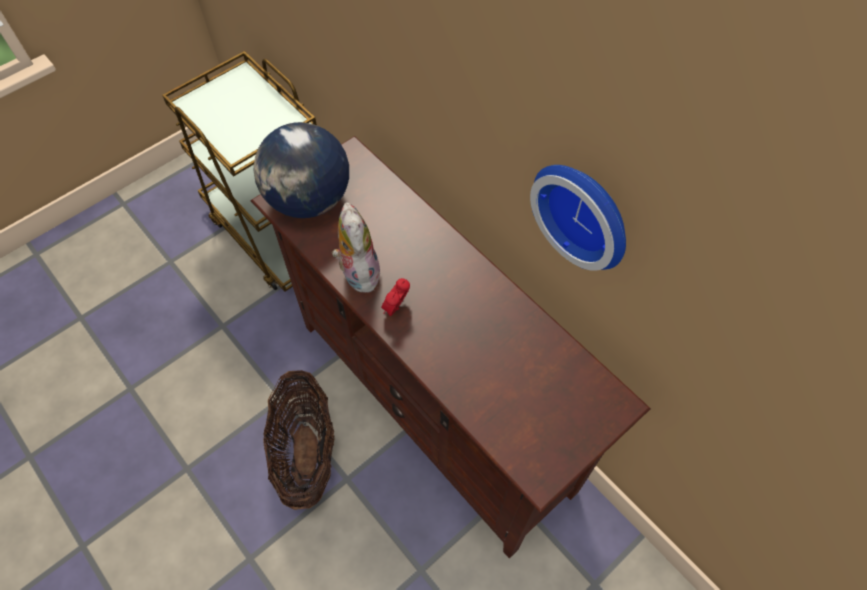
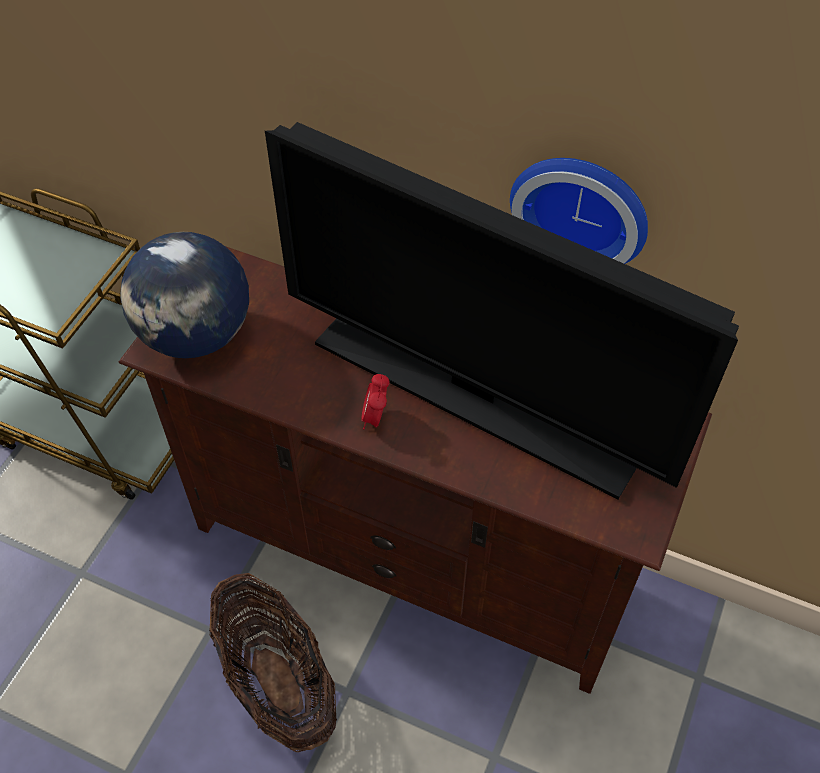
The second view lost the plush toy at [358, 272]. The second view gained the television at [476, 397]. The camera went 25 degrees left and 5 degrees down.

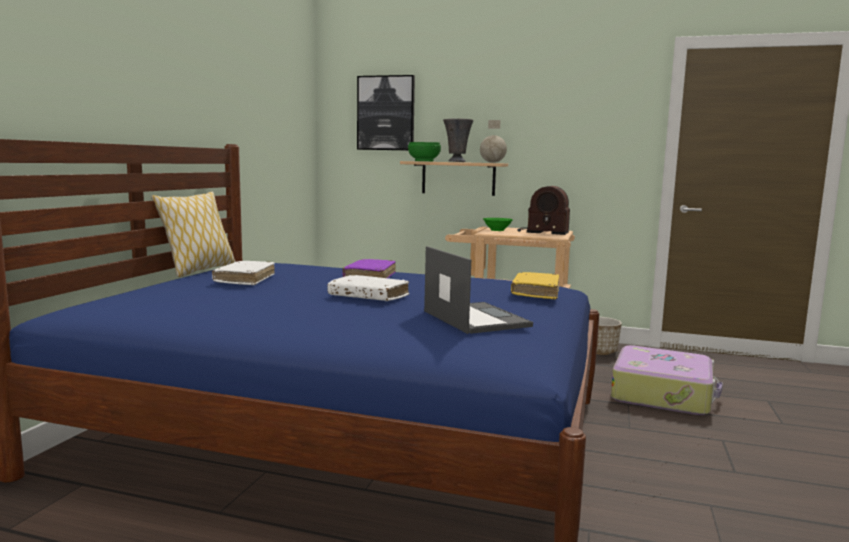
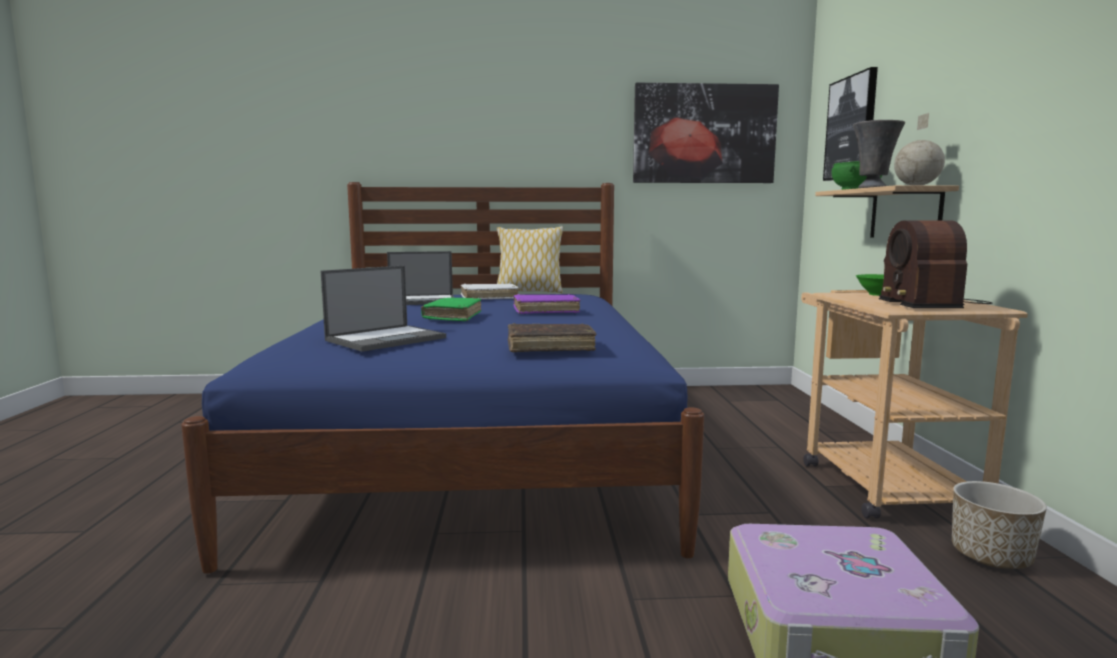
The second view gained the laptop at [422, 301]. The second view gained the picture at [704, 134]. What was the white book at [368, 296] turned into the green book at [453, 317]. What was the yellow book at [535, 292] turned into the brown book at [550, 347]. The camera went 70 degrees right and 0 degrees up.

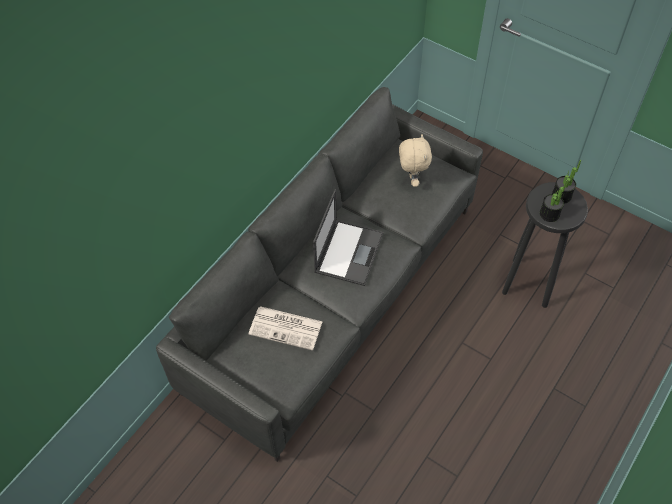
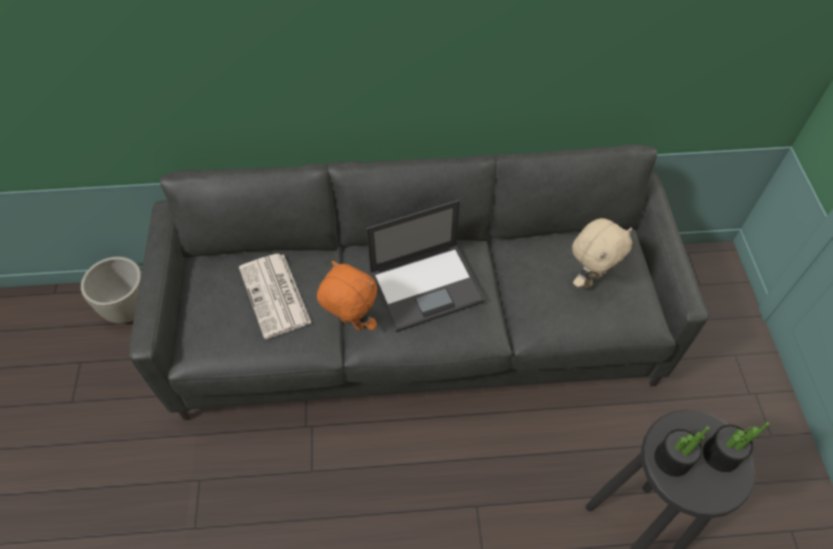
The second view gained the grey planter at [129, 308]. The second view gained the orange plush toy at [351, 324]. The camera went 50 degrees right and 0 degrees up.

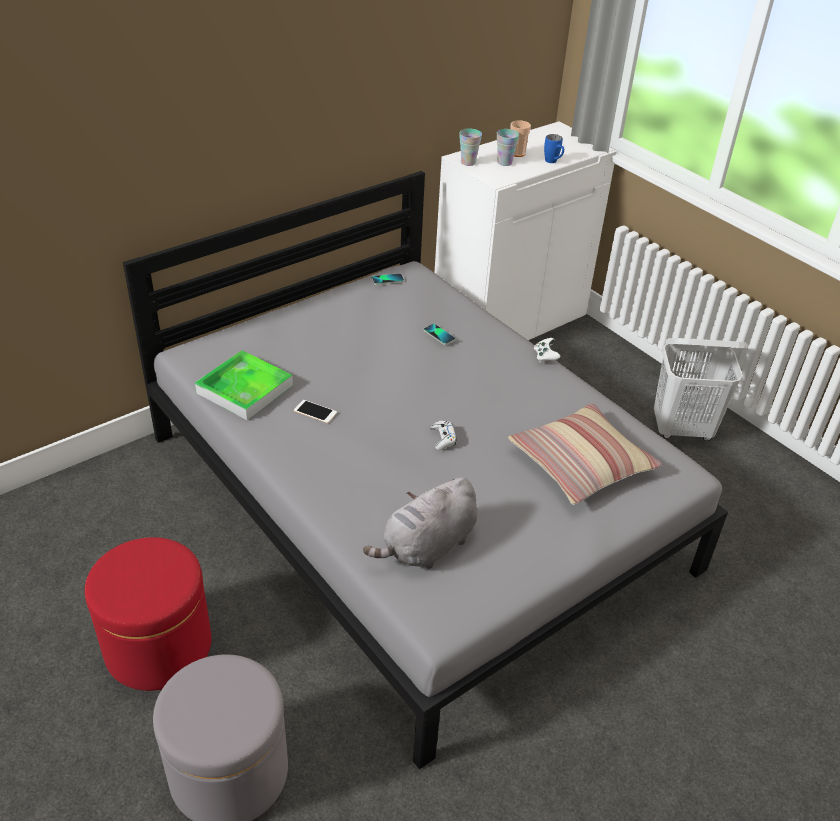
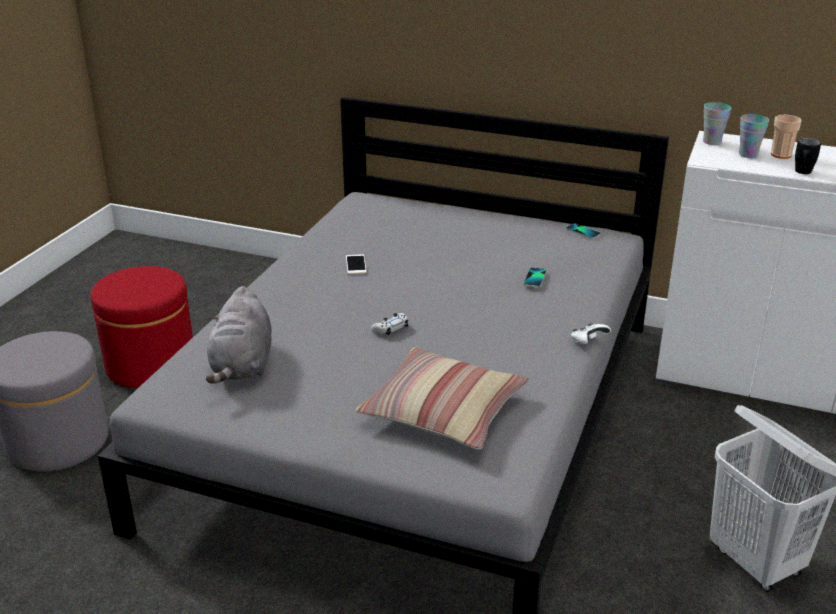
The second view lost the tray at [244, 389]. What was the blue mug at [553, 162] turned into the black mug at [802, 173]. The grey plush toy at [427, 547] ended up facing another way, 105 degrees counterclockwise from before. The camera went 60 degrees right and 10 degrees down.

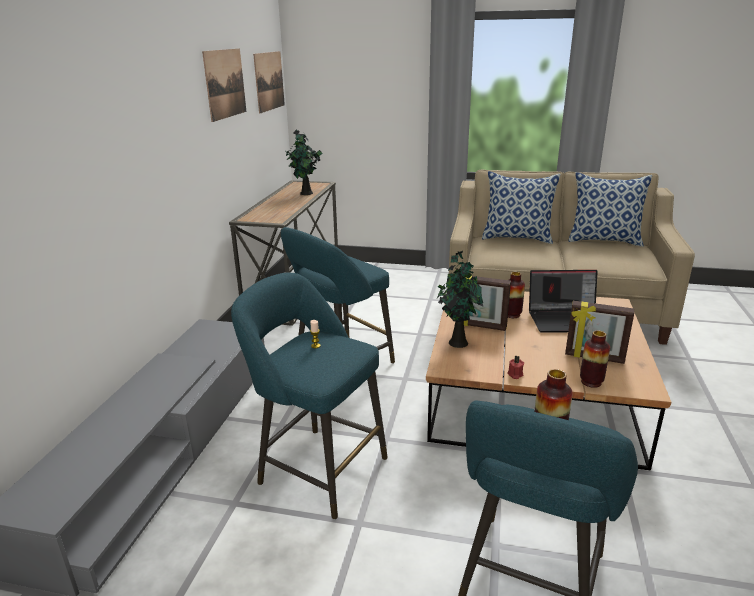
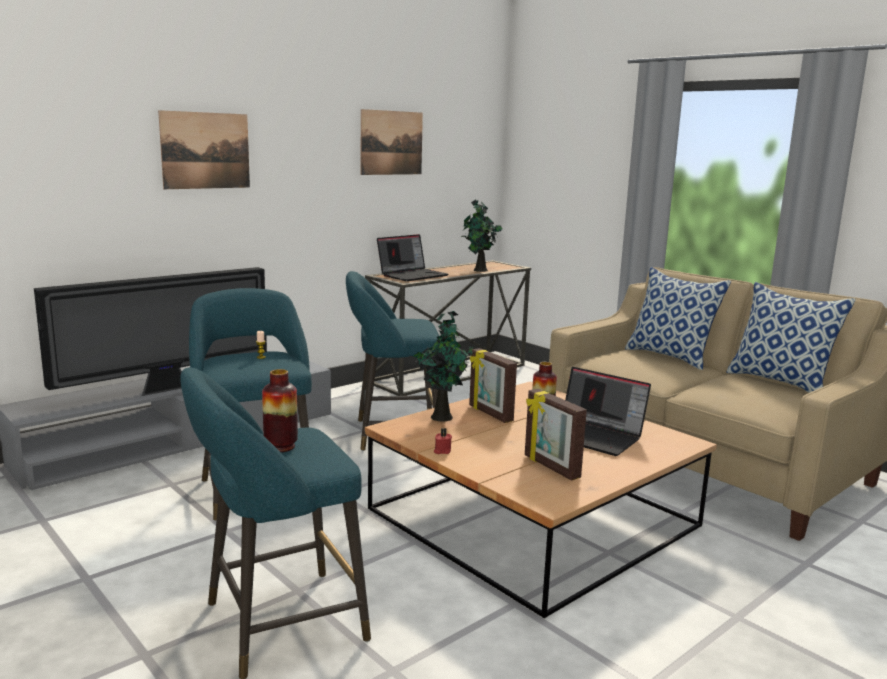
The second view lost the vase at [591, 382]. The second view gained the television at [167, 389]. The second view gained the laptop at [412, 275]. The picture ended up elsewhere, having gone from [269, 81] to [206, 150]. The camera went 35 degrees right and 10 degrees down.

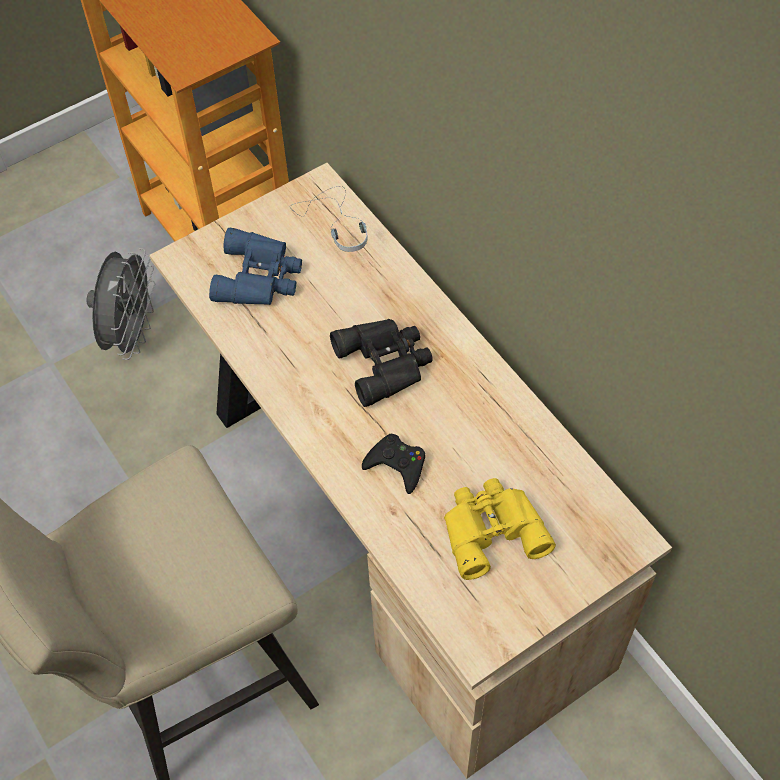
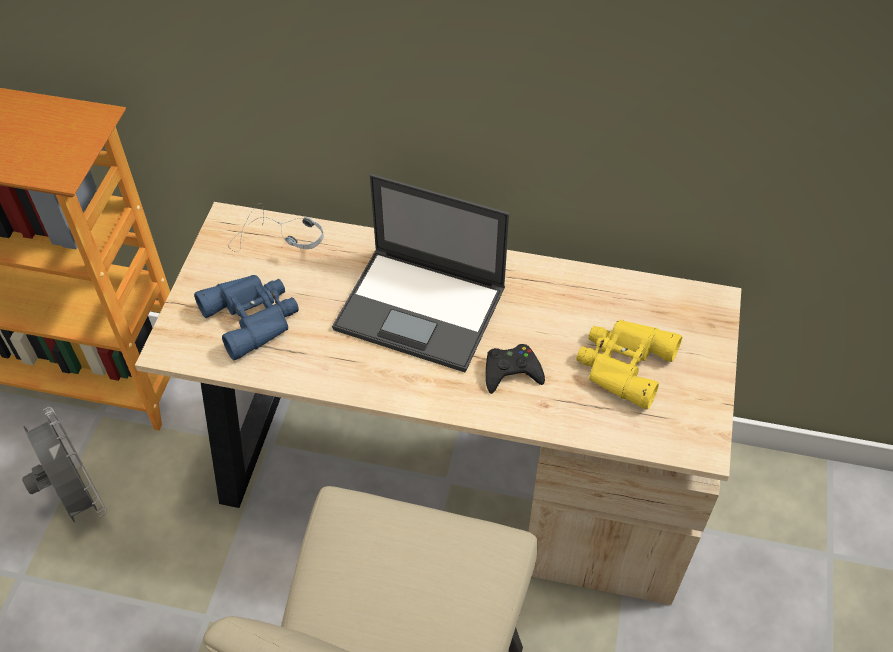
Where the black binoculars stood at [385, 362], the laptop came to stand at [422, 309]. The camera went 45 degrees left and 5 degrees down.

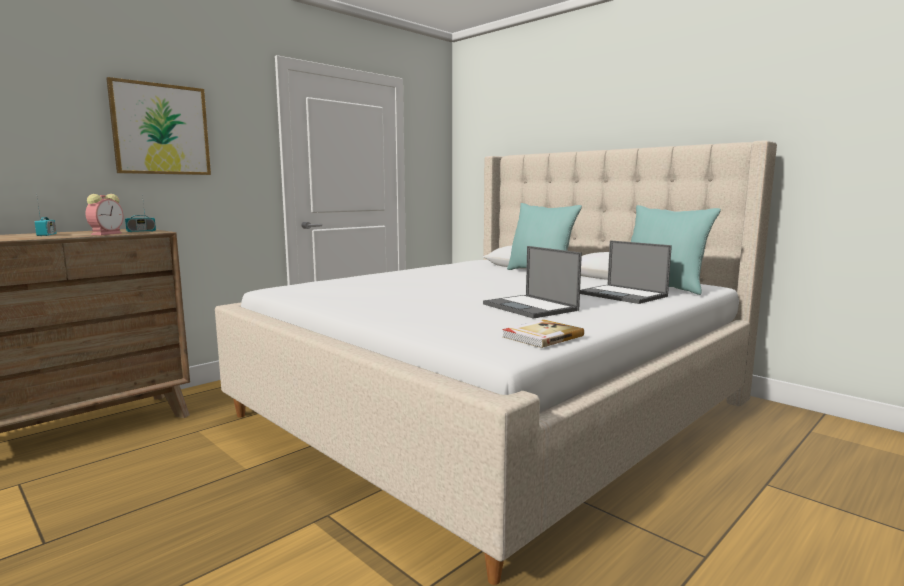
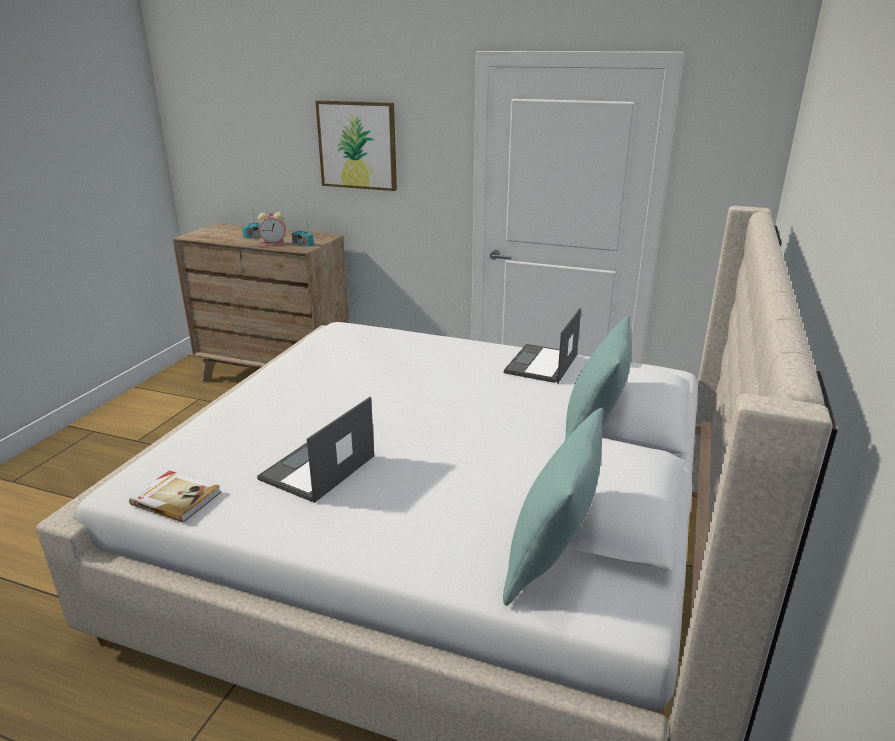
The laptop ended up elsewhere, having gone from [623, 295] to [541, 364]. The camera went 65 degrees right and 15 degrees up.

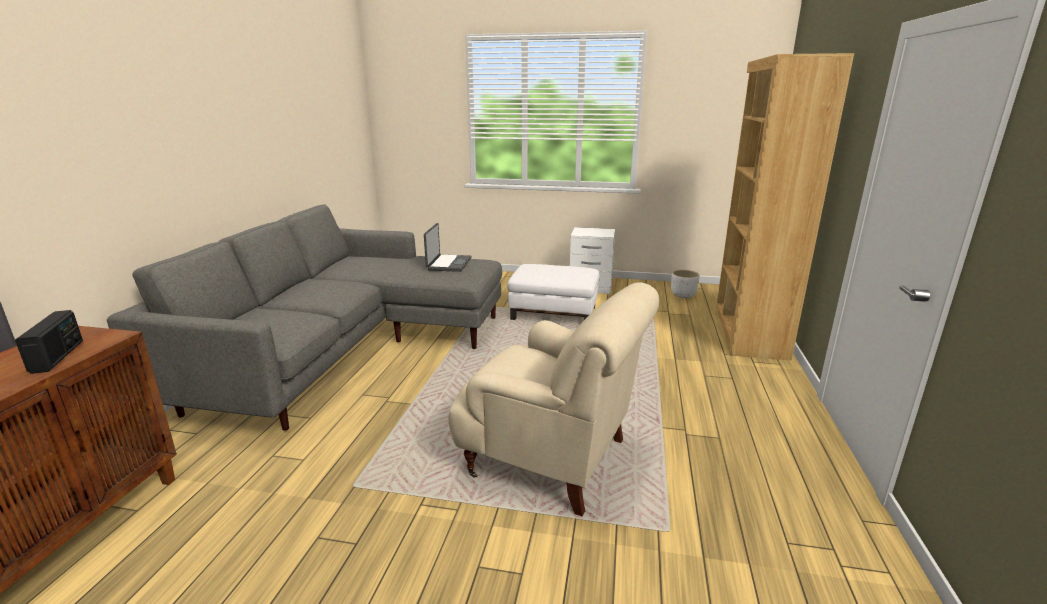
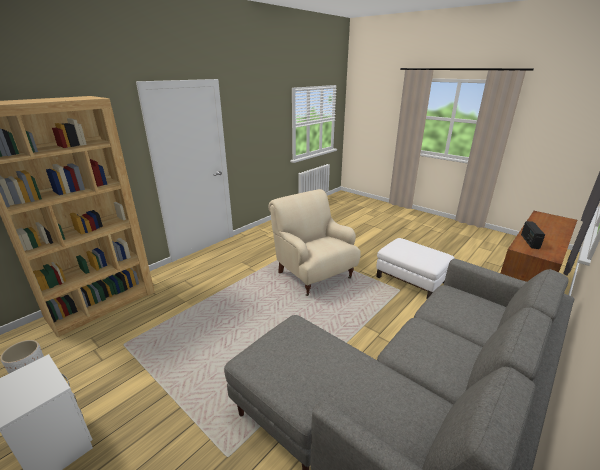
The second view lost the laptop at [448, 264]. The white ottoman ended up elsewhere, having gone from [553, 313] to [411, 279]. The camera went 150 degrees left and 5 degrees up.

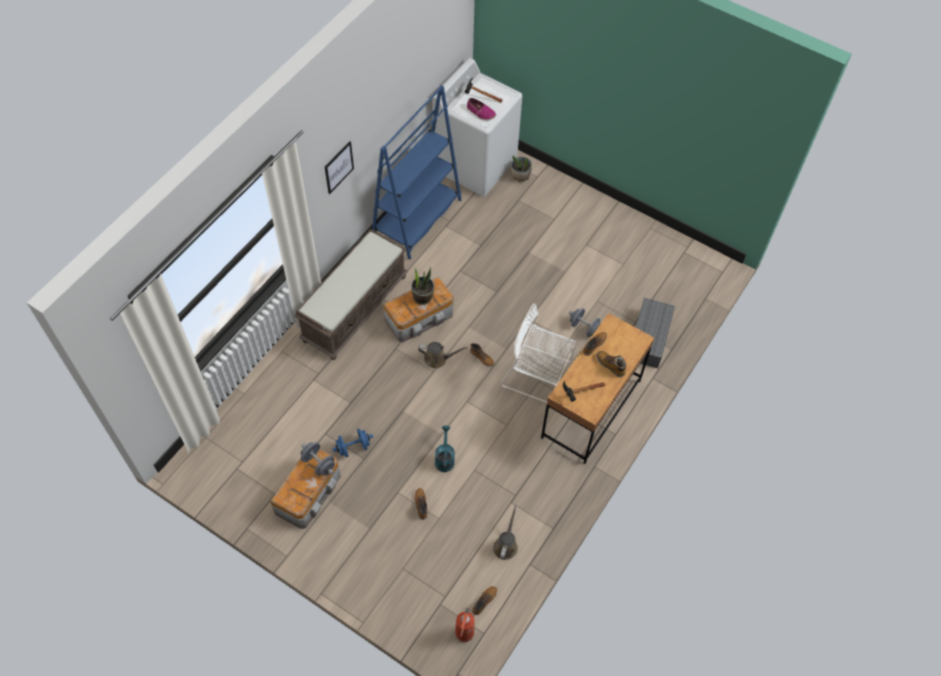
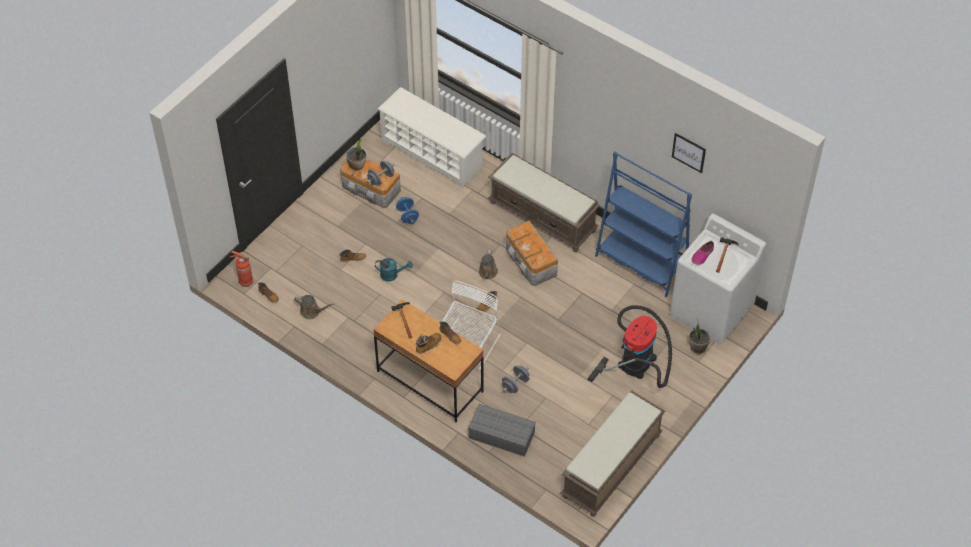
The second view gained the white shoe rack at [432, 154]. The second view gained the brown bench at [611, 467]. The second view gained the vacuum cleaner at [638, 358]. The picture ended up elsewhere, having gone from [339, 167] to [688, 152]. The potted plant ended up elsewhere, having gone from [422, 297] to [357, 165]. The camera went 95 degrees right and 5 degrees down.

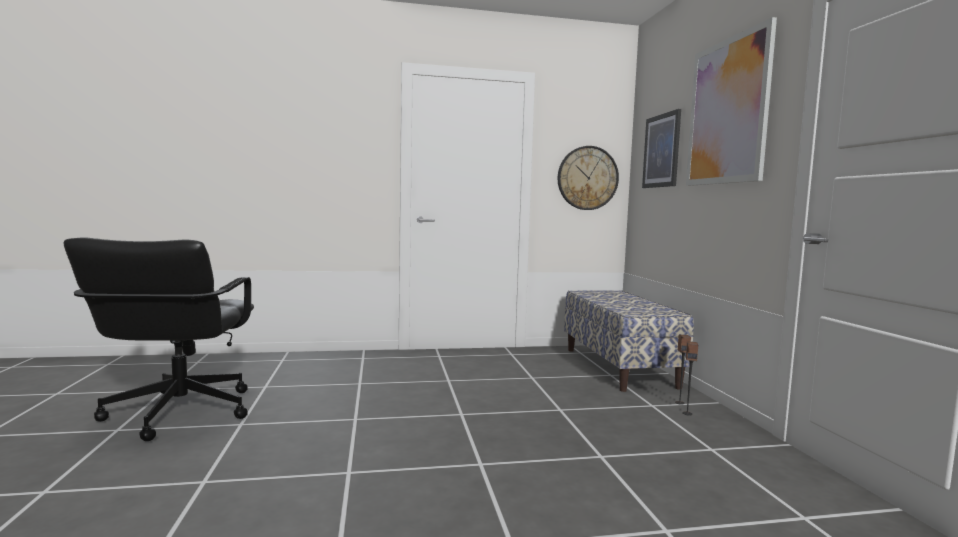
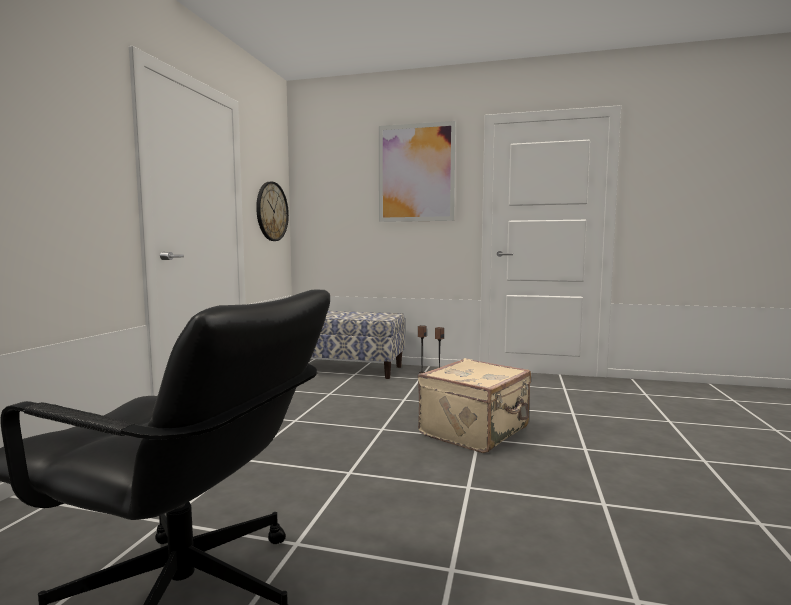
The second view lost the picture at [661, 151]. The second view gained the beige suitcase at [476, 431]. The camera went 65 degrees left and 0 degrees up.

